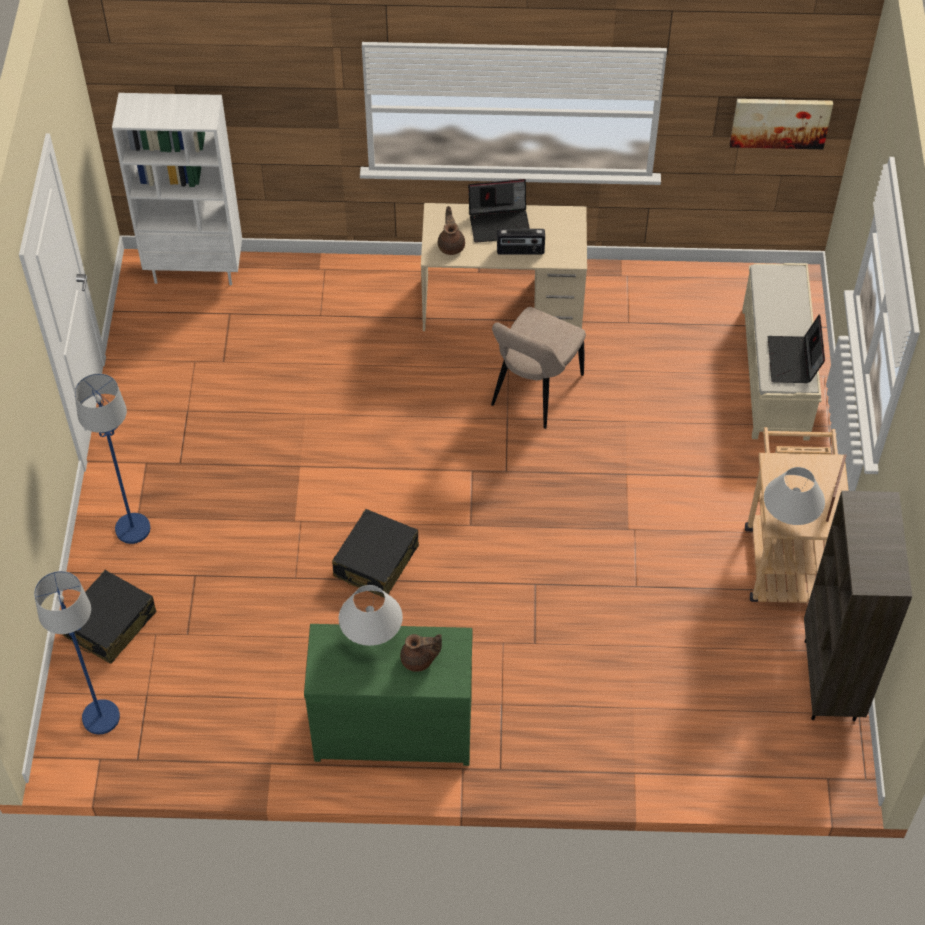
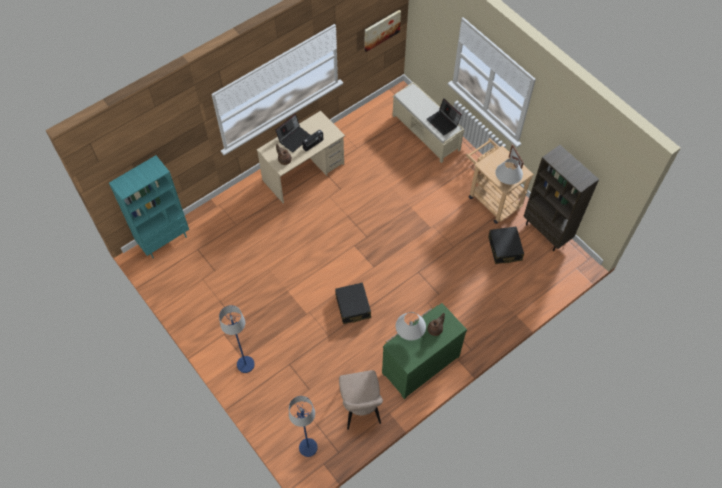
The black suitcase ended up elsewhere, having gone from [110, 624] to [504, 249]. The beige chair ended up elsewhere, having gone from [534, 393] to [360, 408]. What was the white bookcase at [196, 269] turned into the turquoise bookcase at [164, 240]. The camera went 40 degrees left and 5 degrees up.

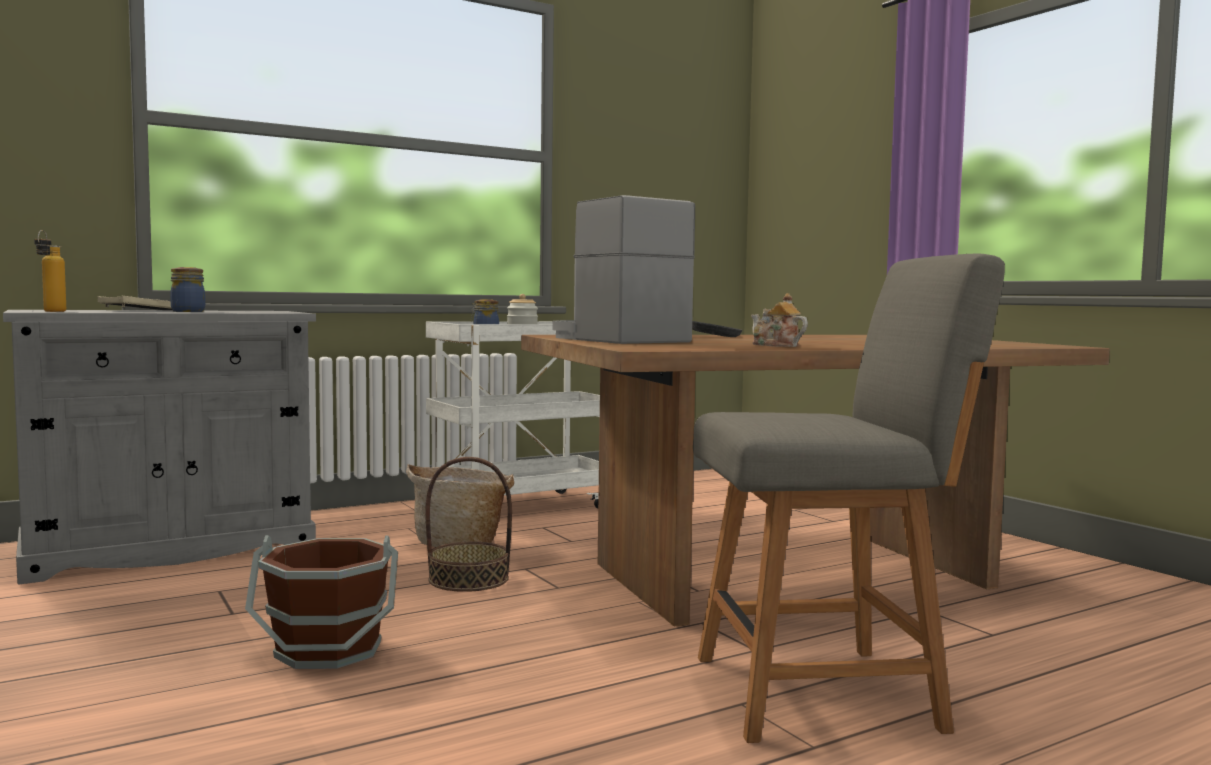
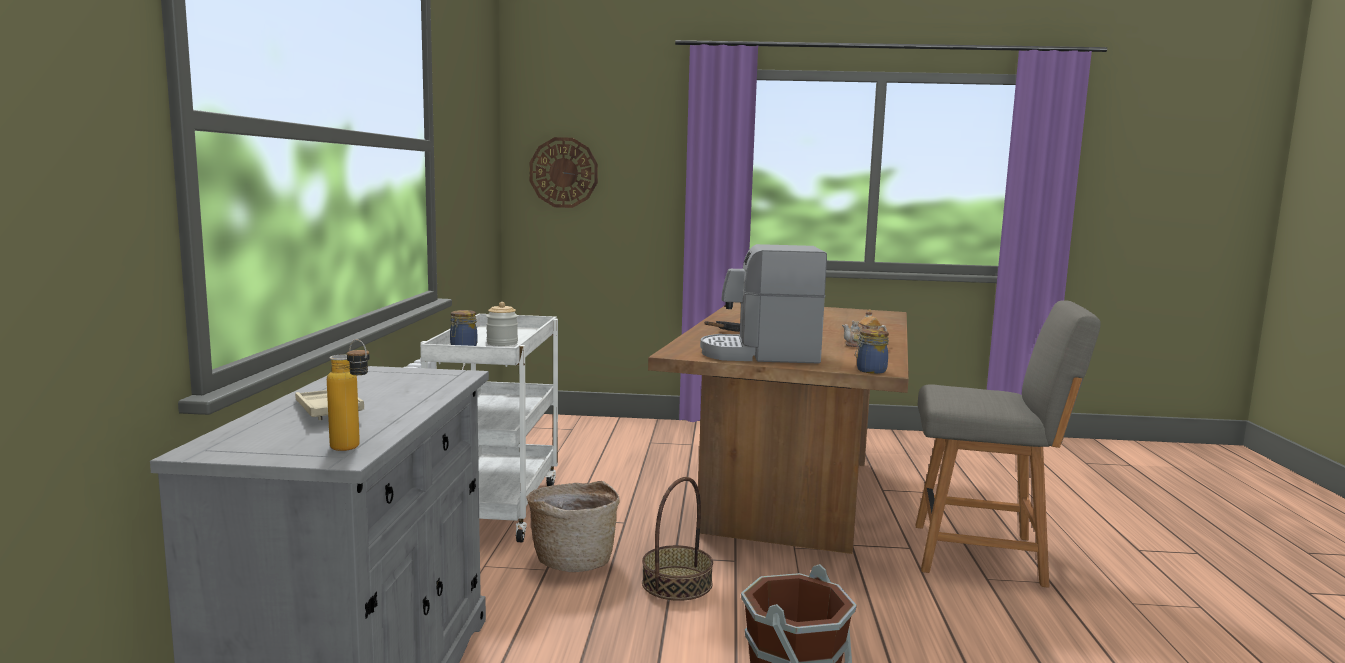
The second view gained the wall clock at [563, 172]. The jar ended up elsewhere, having gone from [187, 311] to [870, 371]. The grey chair at [824, 692] ended up facing another way, 75 degrees clockwise from before. The camera went 55 degrees left and 5 degrees up.

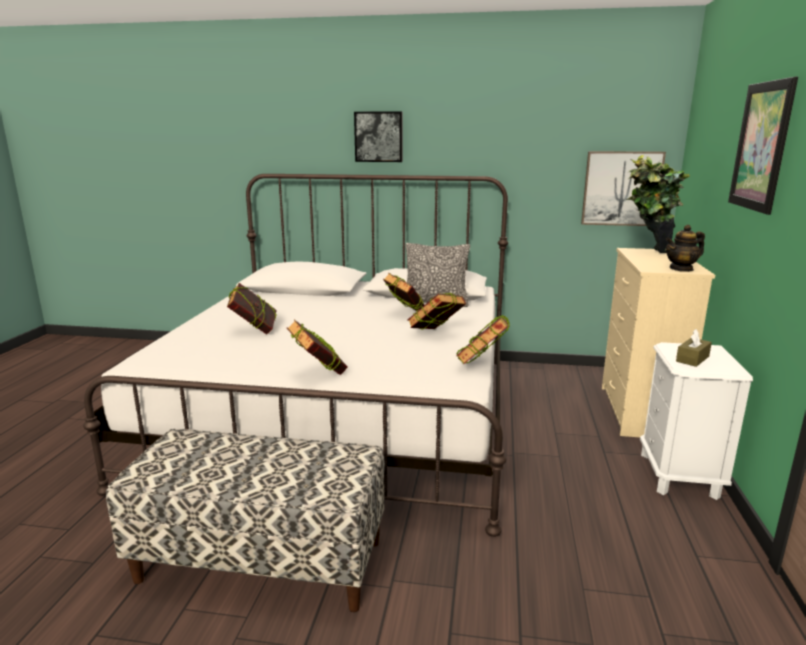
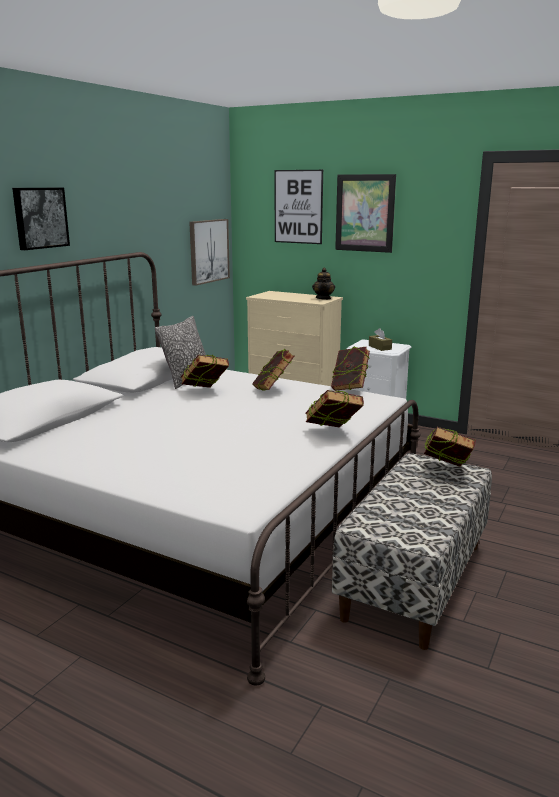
The second view lost the potted plant at [648, 253]. The second view gained the picture at [298, 207]. The book ended up elsewhere, having gone from [254, 331] to [446, 471]. The camera went 70 degrees left and 0 degrees up.

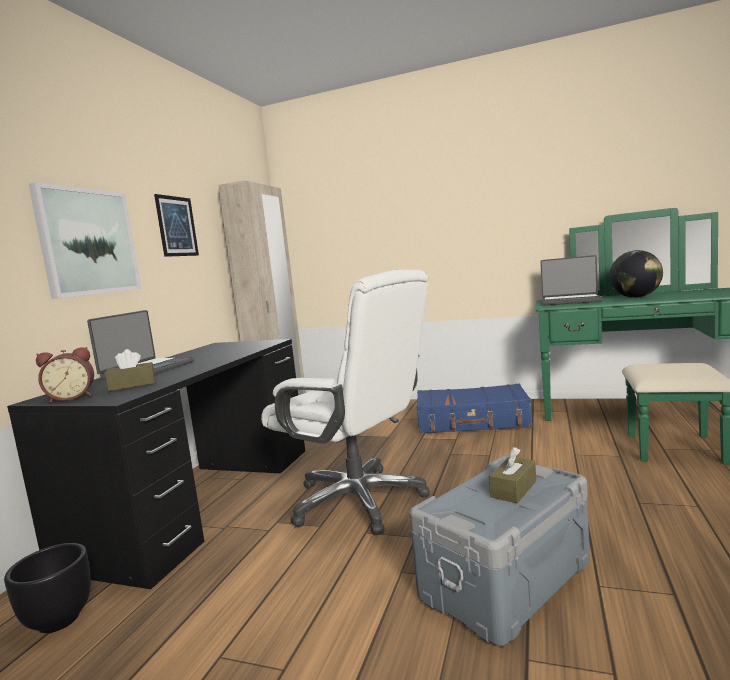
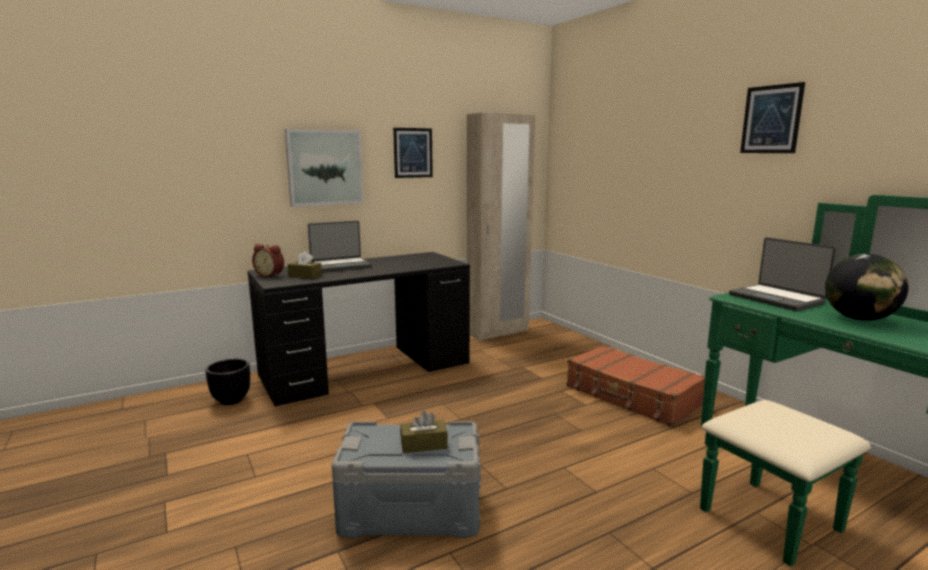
The second view lost the white office chair at [359, 501]. The second view gained the picture at [771, 119]. What was the blue suitcase at [472, 422] turned into the brown suitcase at [631, 396]. The camera went 40 degrees right and 5 degrees up.

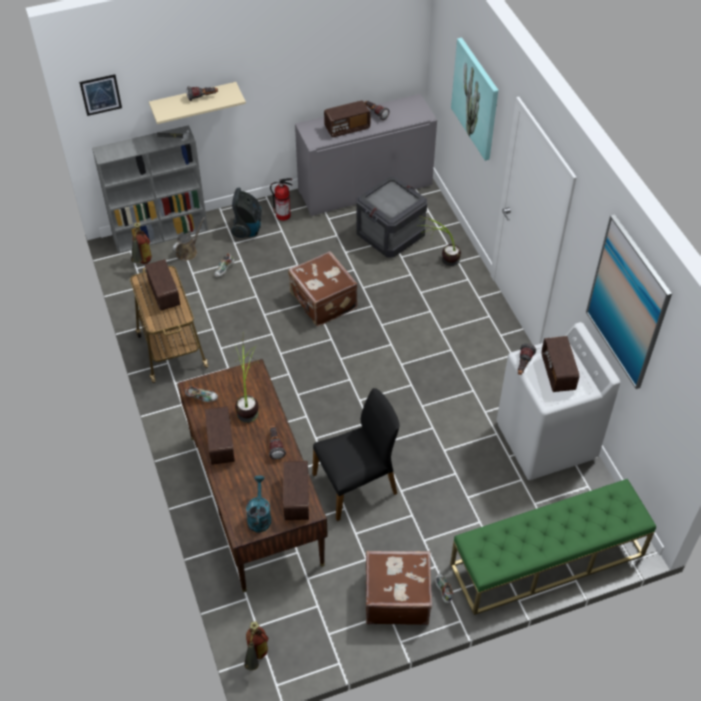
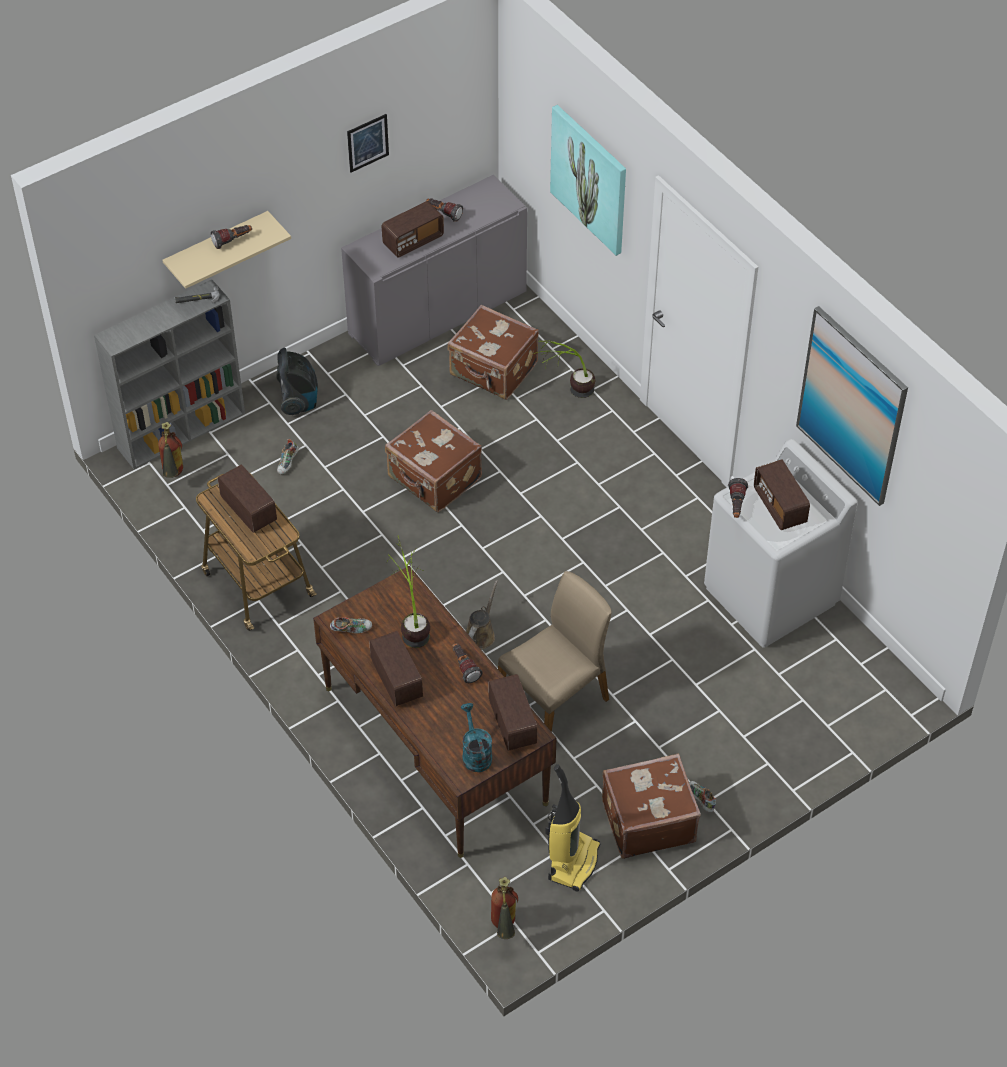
The second view lost the fire extinguisher at [284, 215]. The second view lost the green bench at [547, 560]. The second view gained the vacuum cleaner at [572, 861]. The picture ended up elsewhere, having gone from [101, 94] to [367, 142]. The brown watering can ended up elsewhere, having gone from [188, 251] to [480, 634]. Where the crate stood at [391, 235], the brown suitcase came to stand at [493, 371]. What was the black chair at [356, 484] turned into the beige chair at [554, 699]. The camera went 15 degrees left and 0 degrees up.

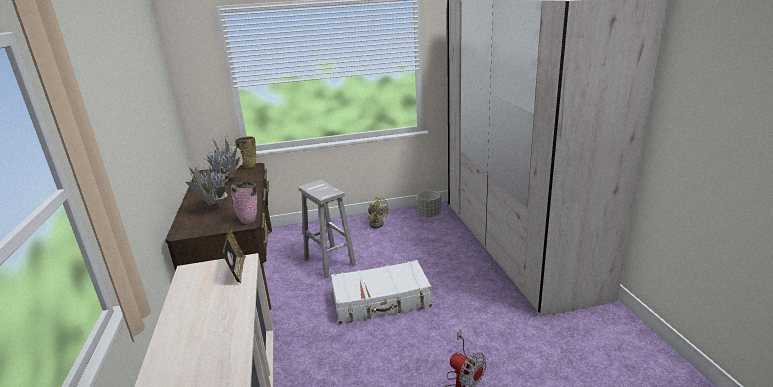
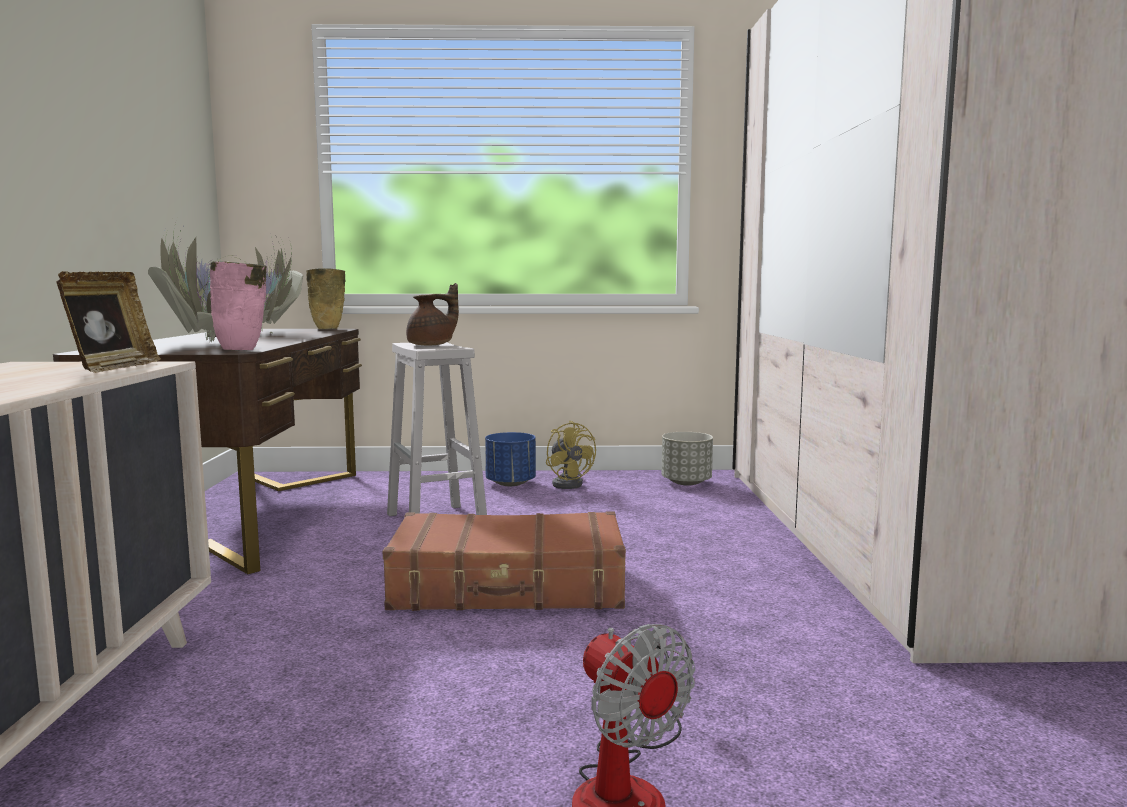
The second view gained the brown teapot at [432, 345]. The second view gained the blue planter at [510, 483]. What was the white suitcase at [381, 301] turned into the brown suitcase at [509, 587]. The camera went 10 degrees right and 15 degrees down.

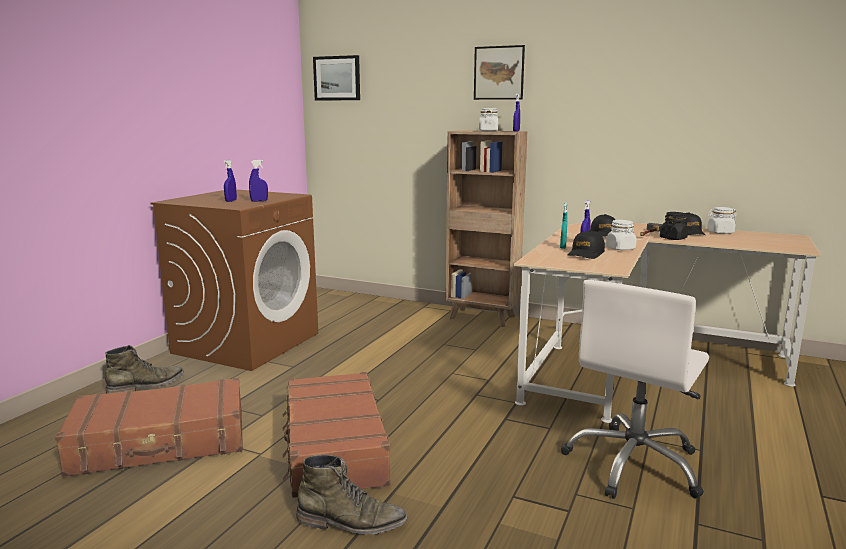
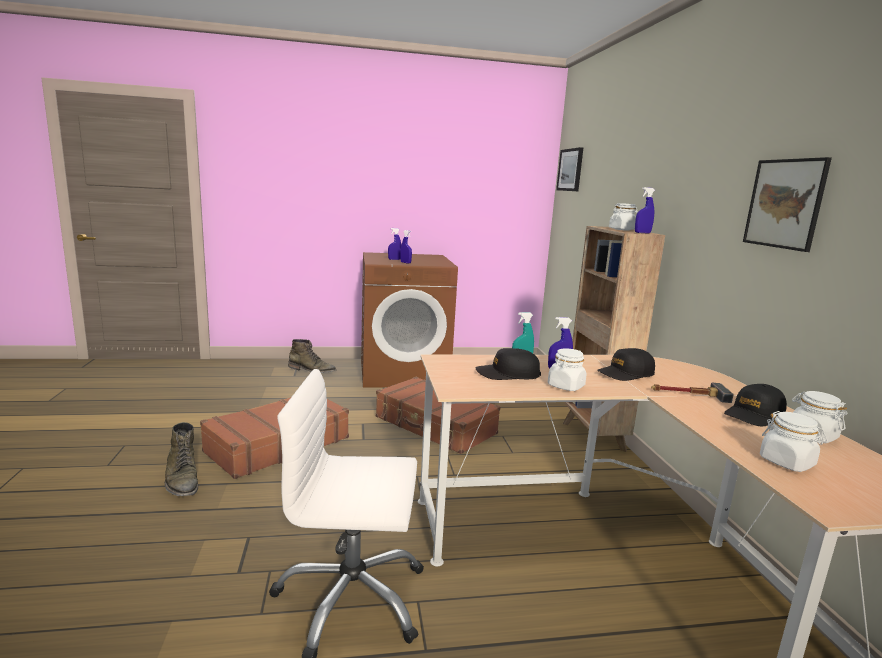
The second view lost the black jar at [673, 238]. The second view gained the white jar at [787, 462]. The brown suitcase ended up elsewhere, having gone from [160, 443] to [435, 426]. The picture ended up elsewhere, having gone from [499, 73] to [784, 203]. The camera went 55 degrees right and 0 degrees up.

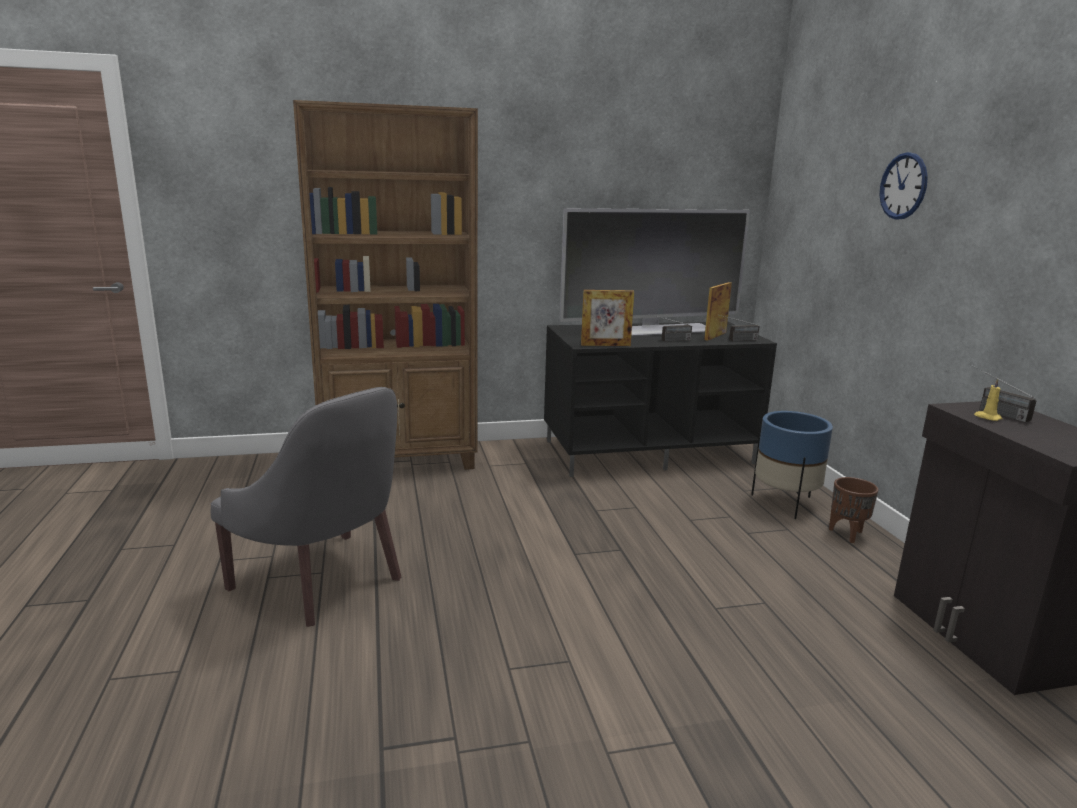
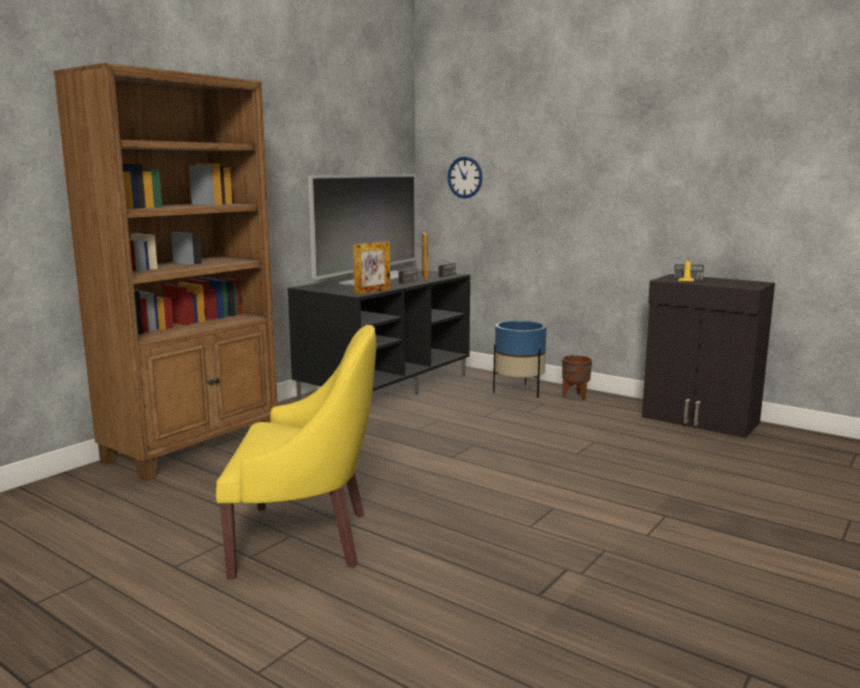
The wall clock ended up elsewhere, having gone from [903, 186] to [465, 177]. What was the grey armchair at [324, 581] turned into the yellow armchair at [305, 539]. The camera went 40 degrees left and 5 degrees down.

